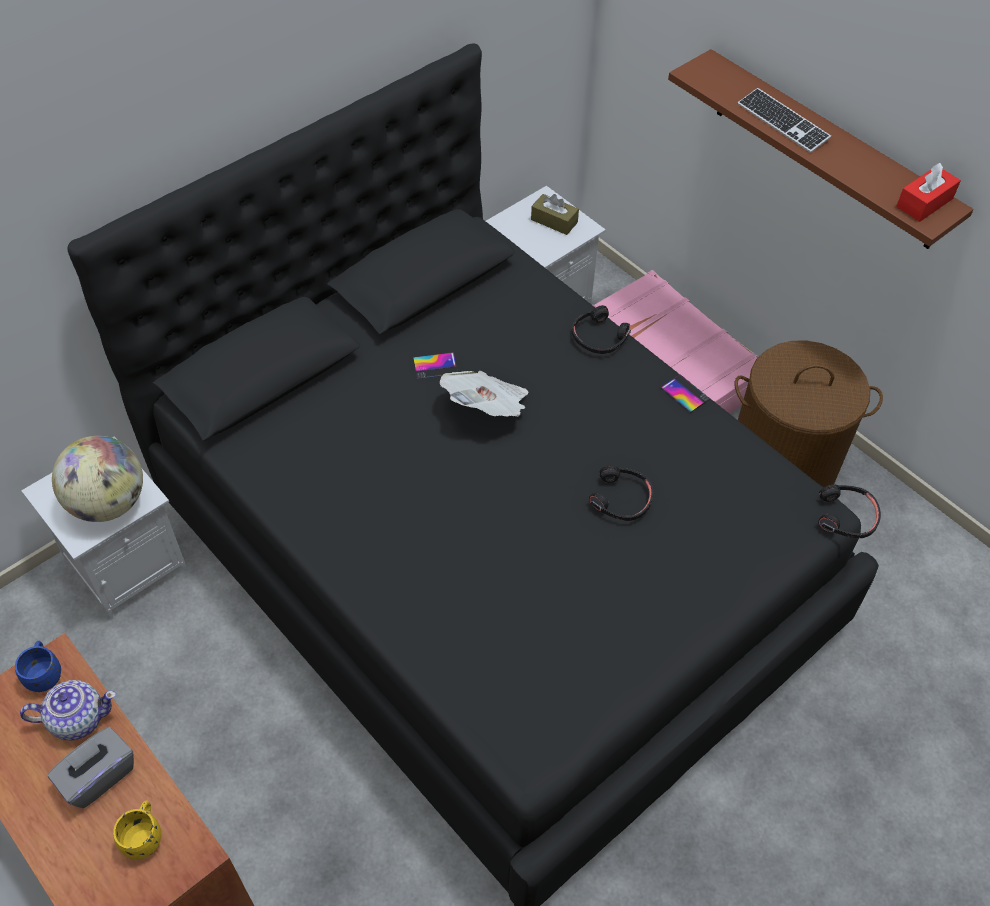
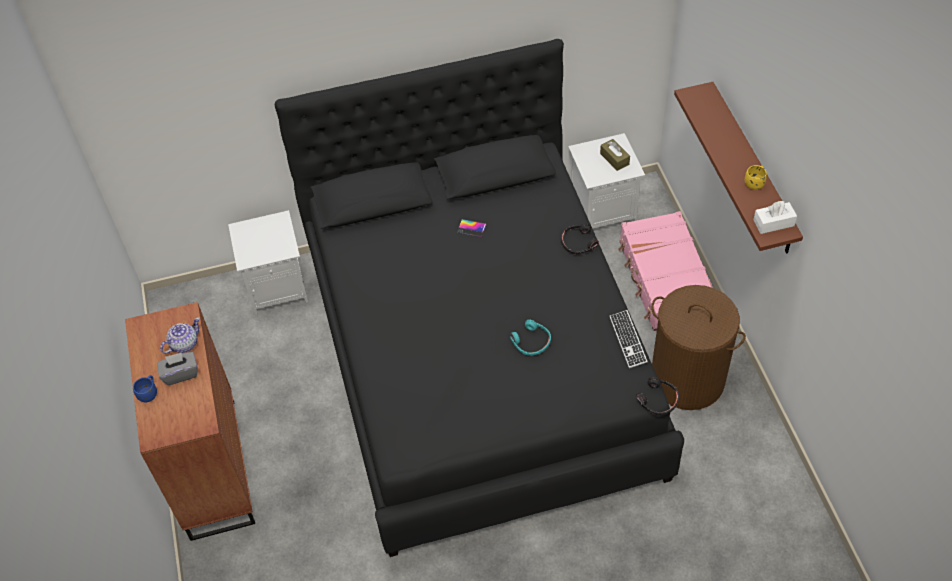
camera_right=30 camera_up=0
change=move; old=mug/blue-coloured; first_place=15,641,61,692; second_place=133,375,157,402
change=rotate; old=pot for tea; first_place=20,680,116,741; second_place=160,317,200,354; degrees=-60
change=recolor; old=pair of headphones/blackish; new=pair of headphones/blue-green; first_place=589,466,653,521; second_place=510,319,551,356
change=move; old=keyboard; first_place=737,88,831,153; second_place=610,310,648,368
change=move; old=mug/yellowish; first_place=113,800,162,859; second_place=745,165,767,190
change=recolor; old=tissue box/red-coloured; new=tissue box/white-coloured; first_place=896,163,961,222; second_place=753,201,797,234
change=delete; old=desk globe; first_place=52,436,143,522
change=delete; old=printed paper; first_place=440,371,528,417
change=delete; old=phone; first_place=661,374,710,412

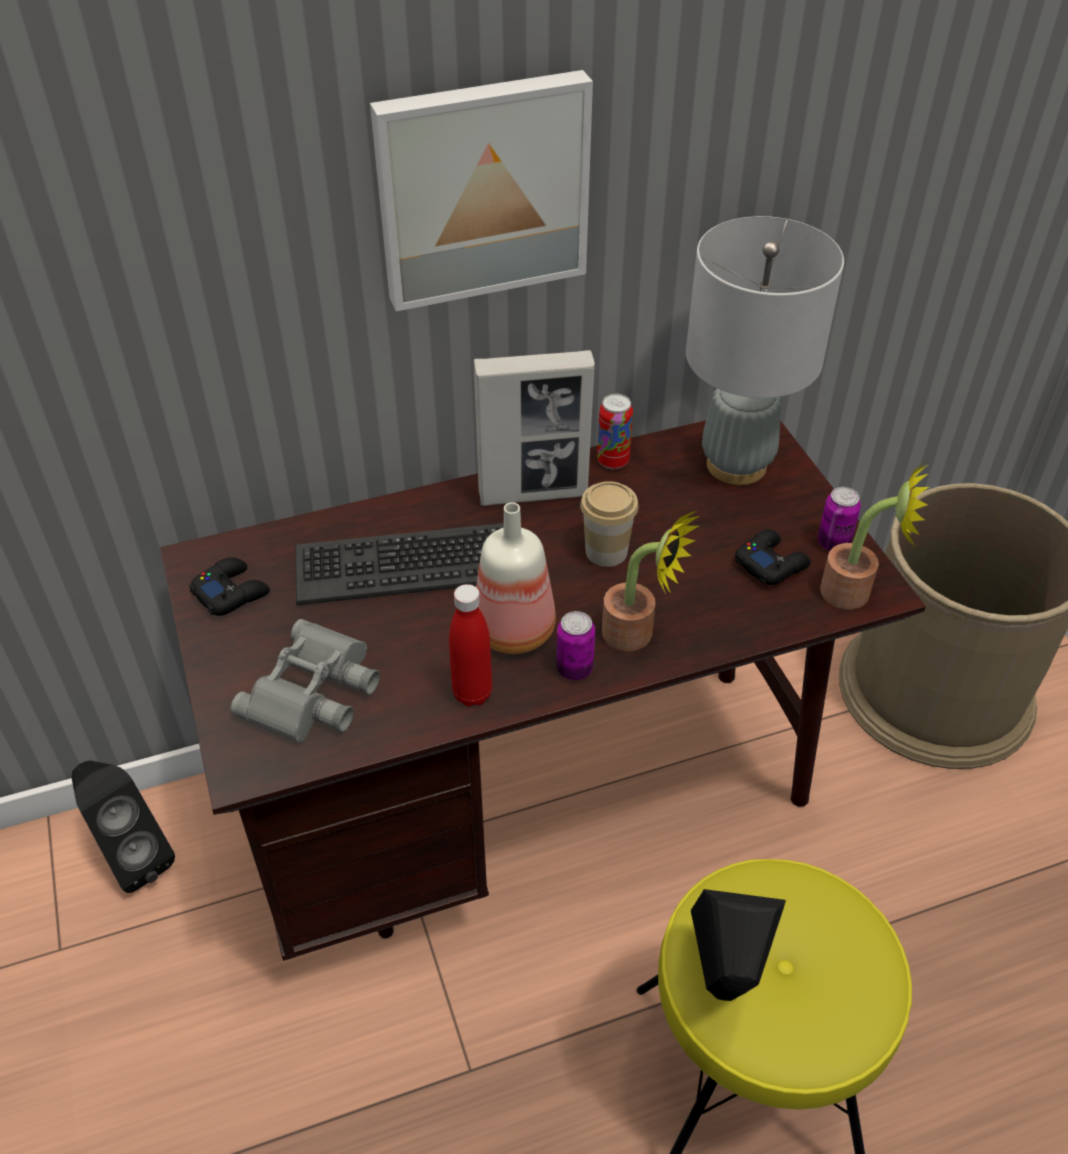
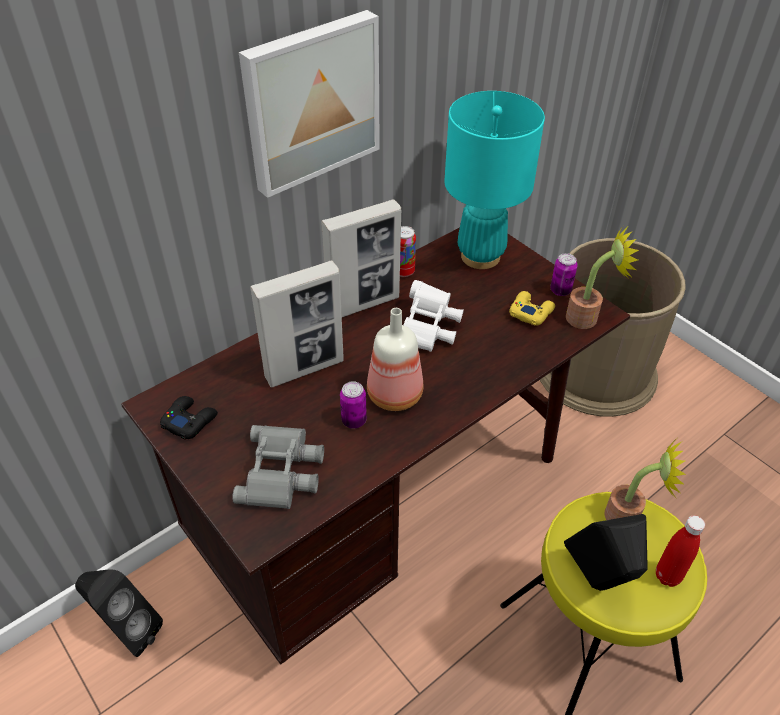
camera_right=-20 camera_up=0
change=replace; old=keyboard; new=standing frame; first_place=295,523,504,605; second_place=250,260,344,387
change=move; old=can; first_place=556,611,595,680; second_place=340,381,367,429
change=replace; old=cup; new=binoculars/white-coloured; first_place=580,481,639,567; second_place=404,280,464,352
change=recolor; old=table lamp/gray; new=table lamp/blue-green; first_place=686,216,844,485; second_place=444,91,545,269
change=recolor; old=game controller/blackish; new=game controller/yellowish; first_place=735,529,811,585; second_place=509,291,555,326
change=move; old=plant in a pot; first_place=602,510,700,651; second_place=604,442,686,520
change=move; old=beverage bottle/red-coloured; first_place=449,584,492,707; second_place=656,515,705,587

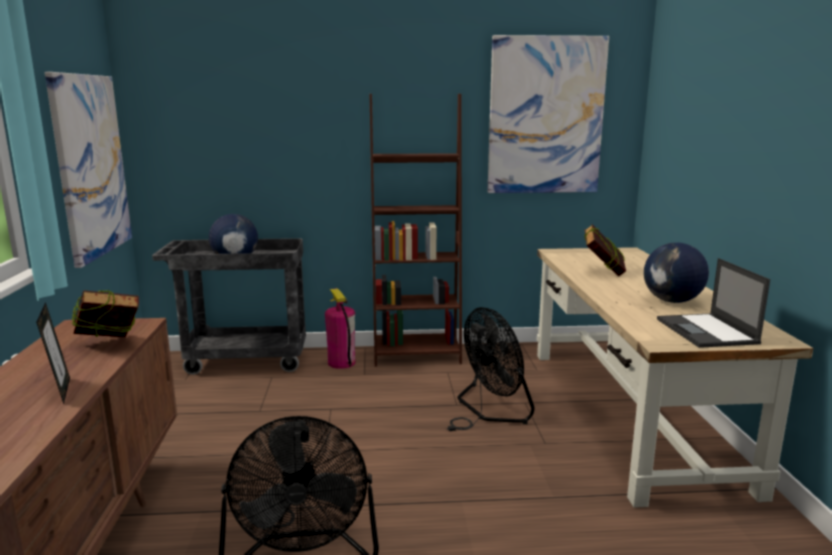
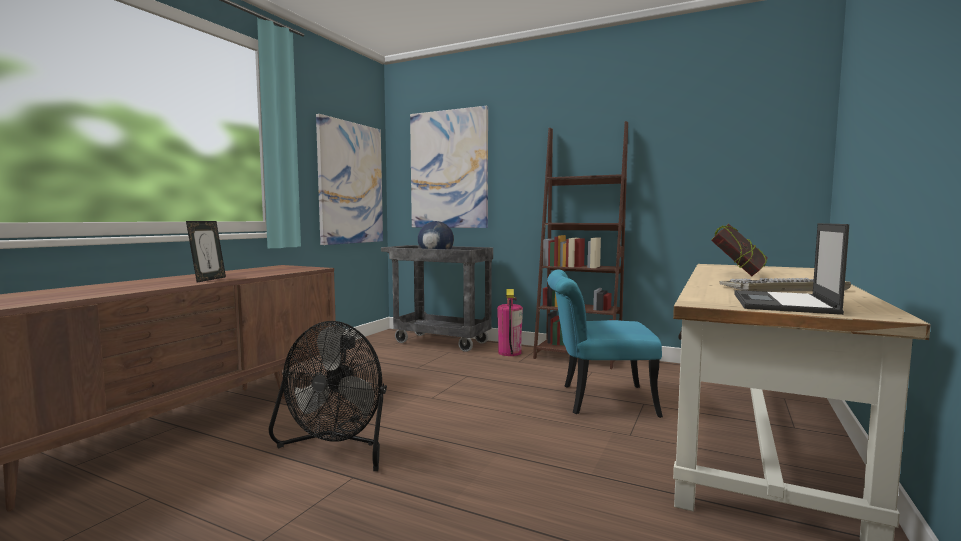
camera_right=30 camera_up=-10
change=move; old=picture; first_place=487,35,609,193; second_place=410,106,488,228
change=replace; old=cooling fan/blackish; new=plain chair/blue-green; first_place=447,307,534,431; second_place=547,269,663,418
change=replace; old=desk globe; new=keyboard; first_place=644,242,709,303; second_place=720,278,851,292
change=delete; old=book; first_place=72,290,139,337

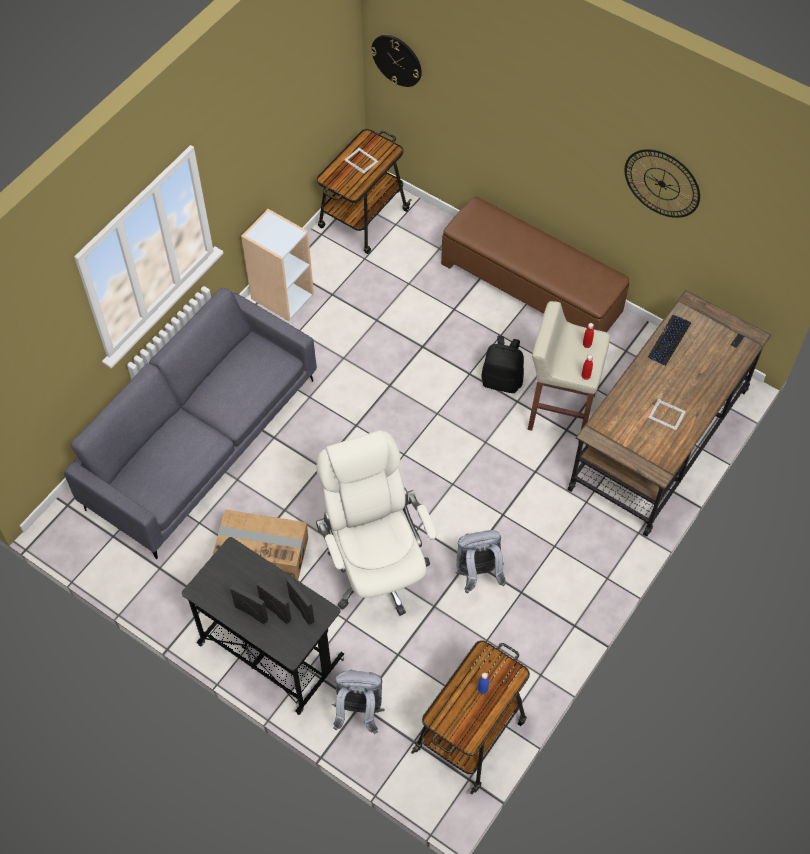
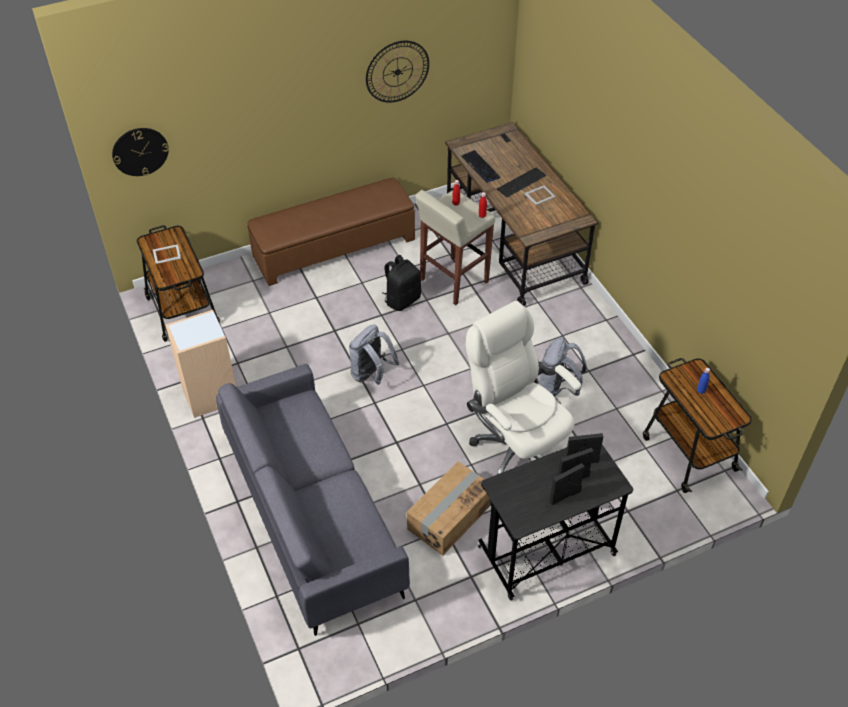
camera_right=-60 camera_up=-10
change=move; old=knapsack/gray; first_place=332,669,385,734; second_place=349,325,399,385
change=rotate; old=computer chair/white-coloured; first_place=316,430,437,616; second_place=466,301,581,474; degrees=45
change=insert; new=keyboard; second_place=497,168,546,197

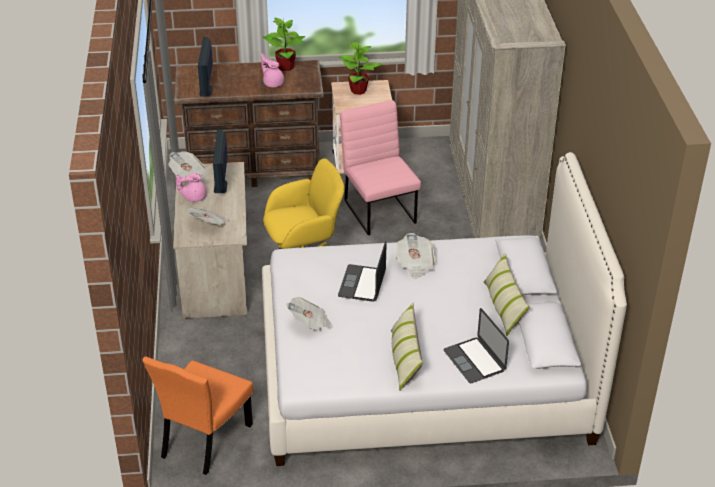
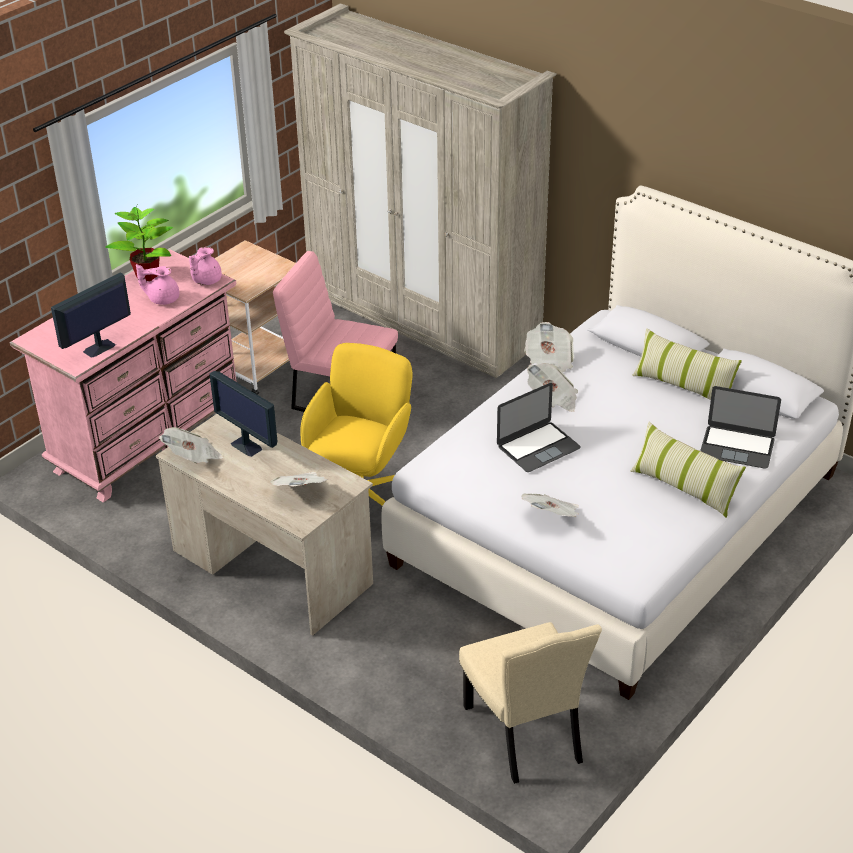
camera_right=-45 camera_up=0
change=recolor; old=chest of drawers/brown; new=chest of drawers/pink-coloured; first_place=174,60,324,187; second_place=9,250,236,502
change=rotate; old=monitor; first_place=198,37,213,97; second_place=51,272,131,358; degrees=90
change=move; old=pot for tea/pink-coloured; first_place=176,173,207,202; second_place=189,247,222,285
change=recolor; old=plain chair/orange-coloured; new=plain chair/beige-coloured; first_place=142,357,254,475; second_place=459,622,602,784
change=rotate; old=portable computer; first_place=338,241,387,302; second_place=497,383,581,472; degrees=-90
change=insert; new=printed paper; second_place=524,322,574,372
change=delete; old=plant in a pot; first_place=338,41,383,95

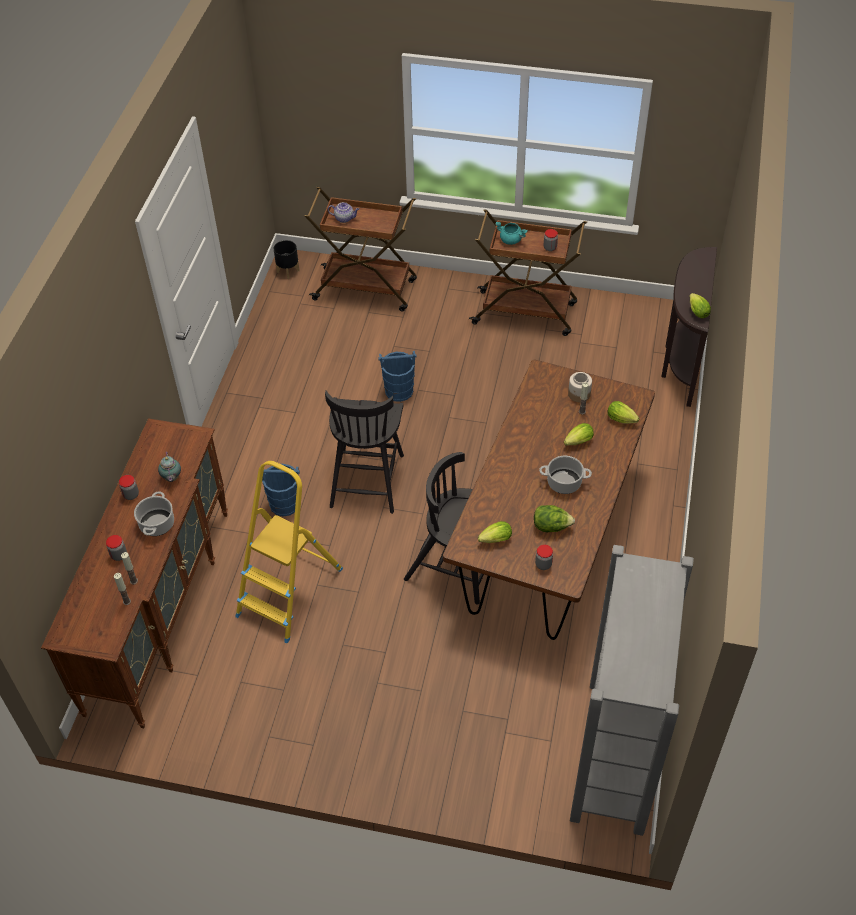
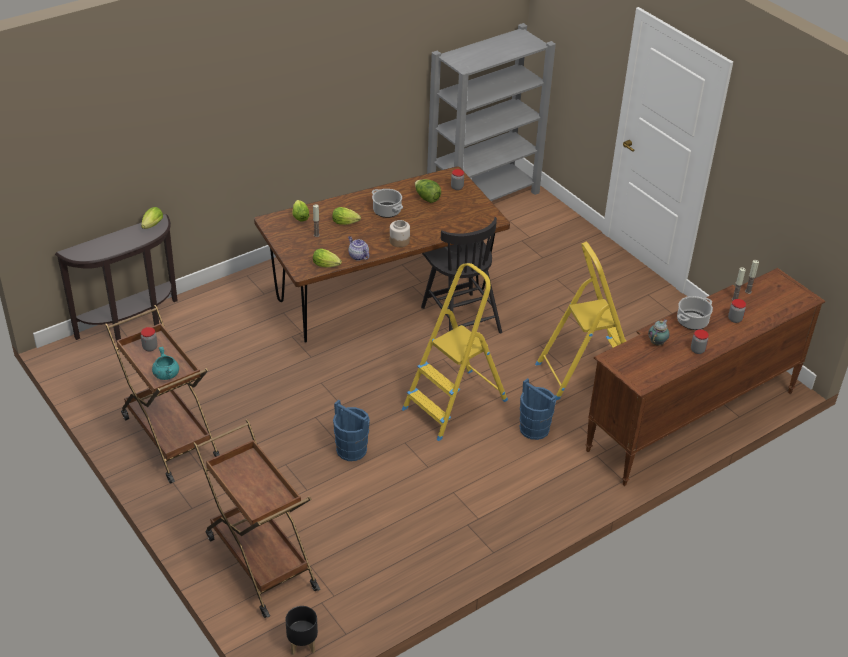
camera_right=-140 camera_up=-10
change=move; old=head of lettuce; first_place=478,521,512,543; second_place=313,248,342,268
change=move; old=pot for tea; first_place=328,202,359,223; second_place=348,236,369,261
change=move; old=preserve jar; first_place=568,372,592,402; second_place=390,220,410,247
change=replace; old=plain chair/blackish; new=step stool/yellowish; first_place=325,391,404,514; second_place=402,263,508,441

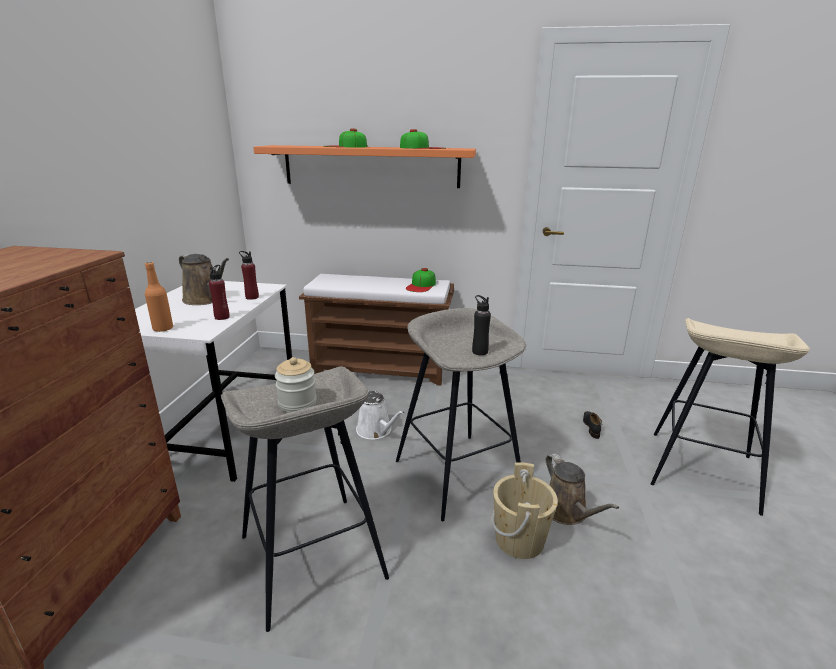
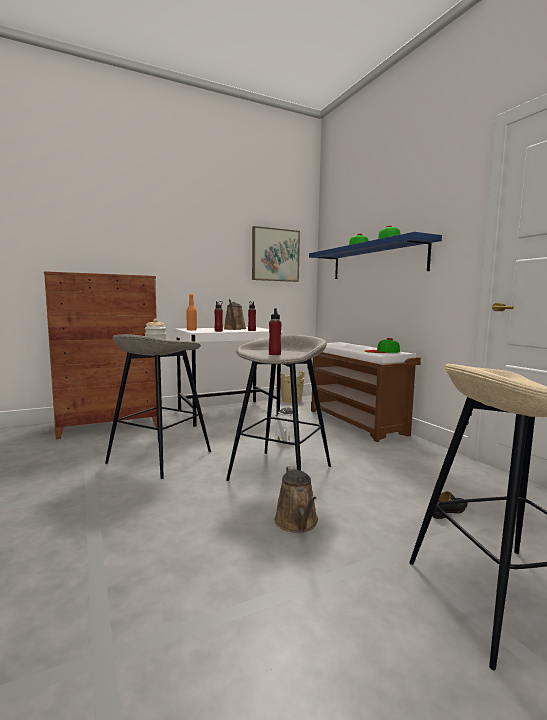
camera_right=55 camera_up=-15
change=insert; new=picture; second_place=252,226,300,282
change=recolor; old=beverage bottle/blackish; new=beverage bottle/red-coloured; first_place=472,295,491,355; second_place=269,308,282,355
change=rotate; old=watering pot/brown; first_place=546,453,619,525; second_place=274,466,318,533; degrees=-45
change=move; old=water bucket/beige-coloured; first_place=491,462,558,559; second_place=280,371,305,403
change=recolor; old=wall shelf/orange-coloured; new=wall shelf/blue-coloured; first_place=253,145,476,188; second_place=309,232,442,279

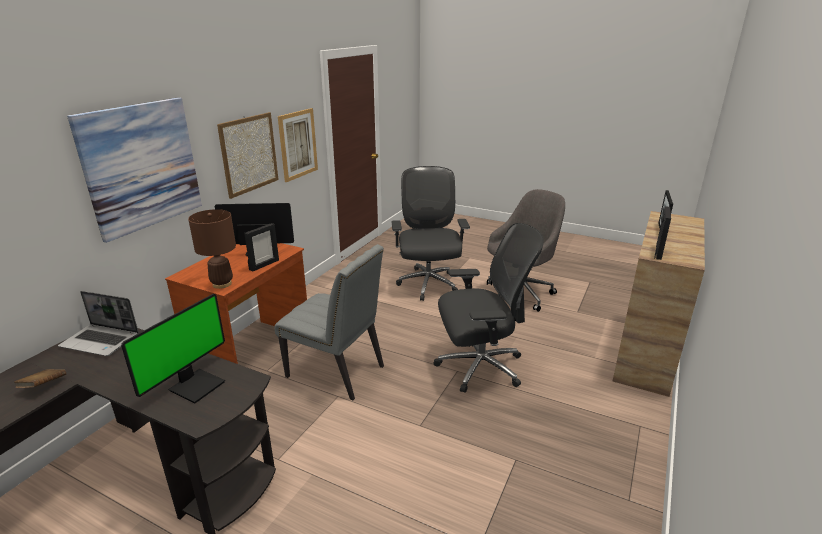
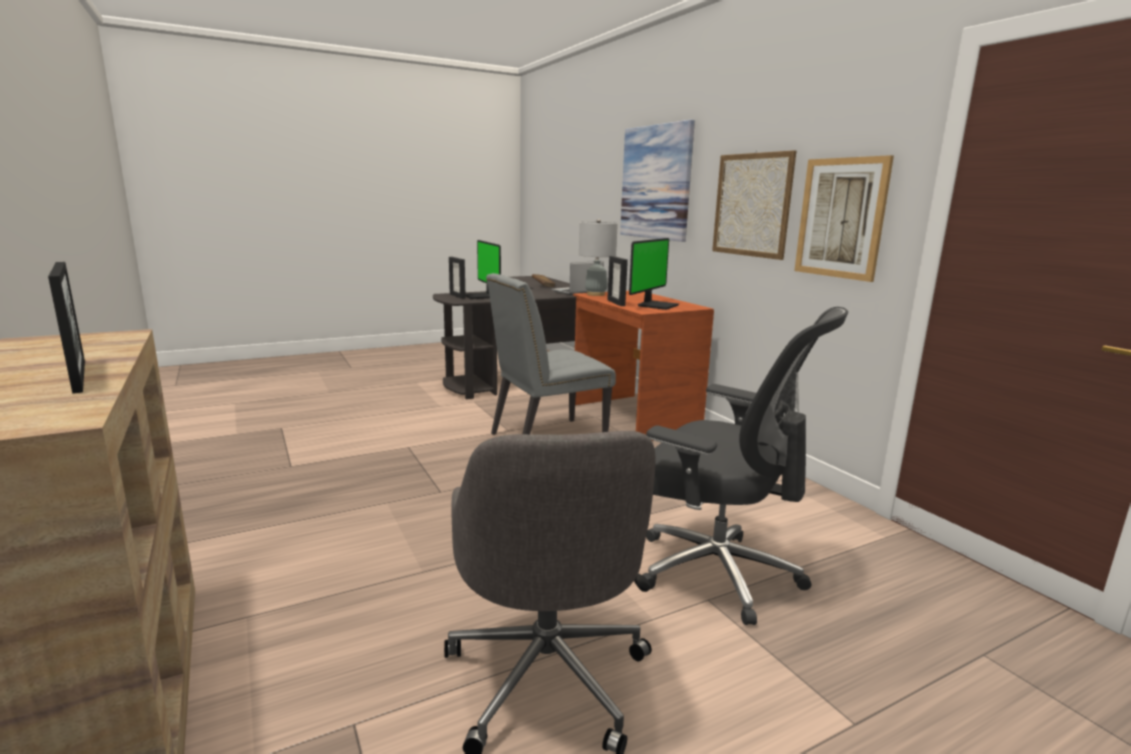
camera_right=125 camera_up=-10
change=move; old=standing frame; first_place=654,206,671,260; second_place=449,257,466,299
change=recolor; old=table lamp/brown; new=table lamp/gray; first_place=188,209,236,289; second_place=579,219,618,296
change=delete; old=computer chair; first_place=433,223,544,393

